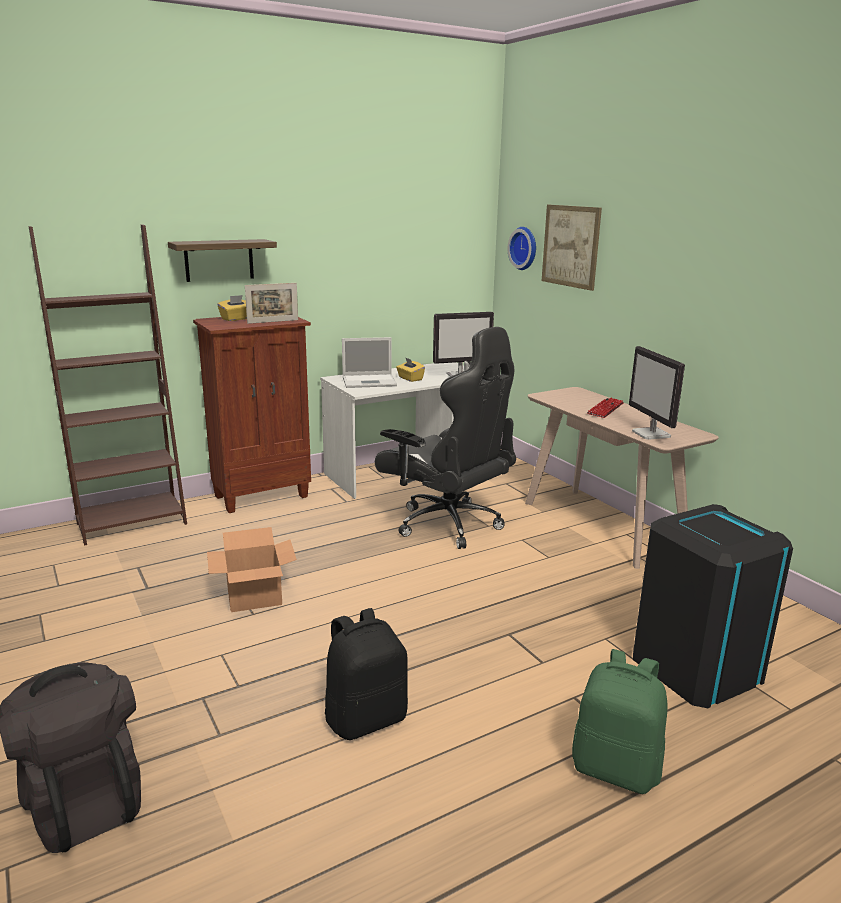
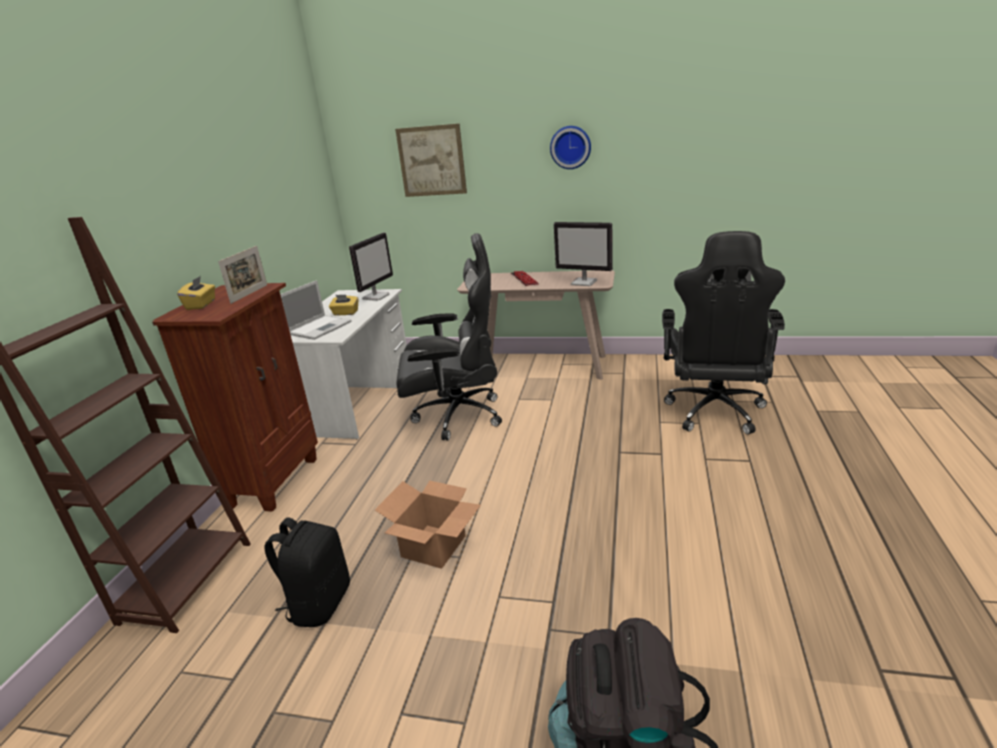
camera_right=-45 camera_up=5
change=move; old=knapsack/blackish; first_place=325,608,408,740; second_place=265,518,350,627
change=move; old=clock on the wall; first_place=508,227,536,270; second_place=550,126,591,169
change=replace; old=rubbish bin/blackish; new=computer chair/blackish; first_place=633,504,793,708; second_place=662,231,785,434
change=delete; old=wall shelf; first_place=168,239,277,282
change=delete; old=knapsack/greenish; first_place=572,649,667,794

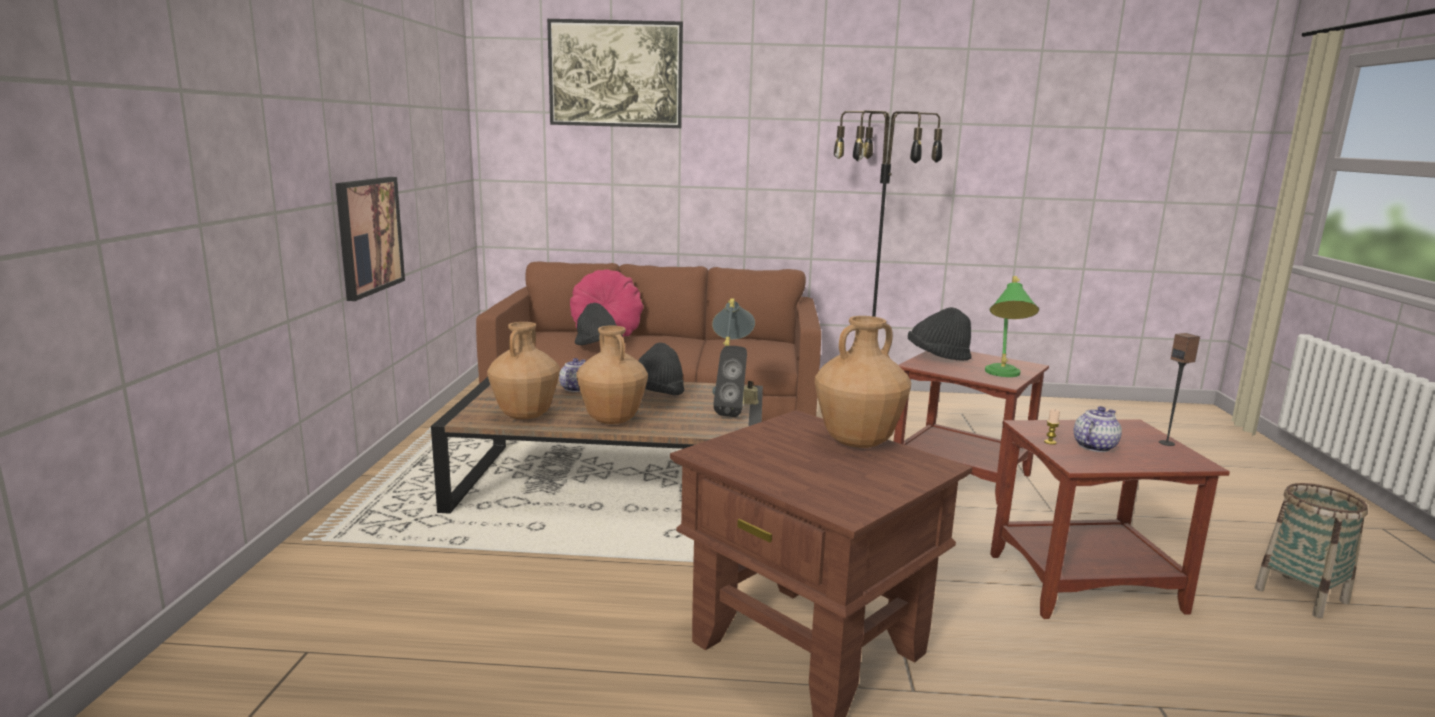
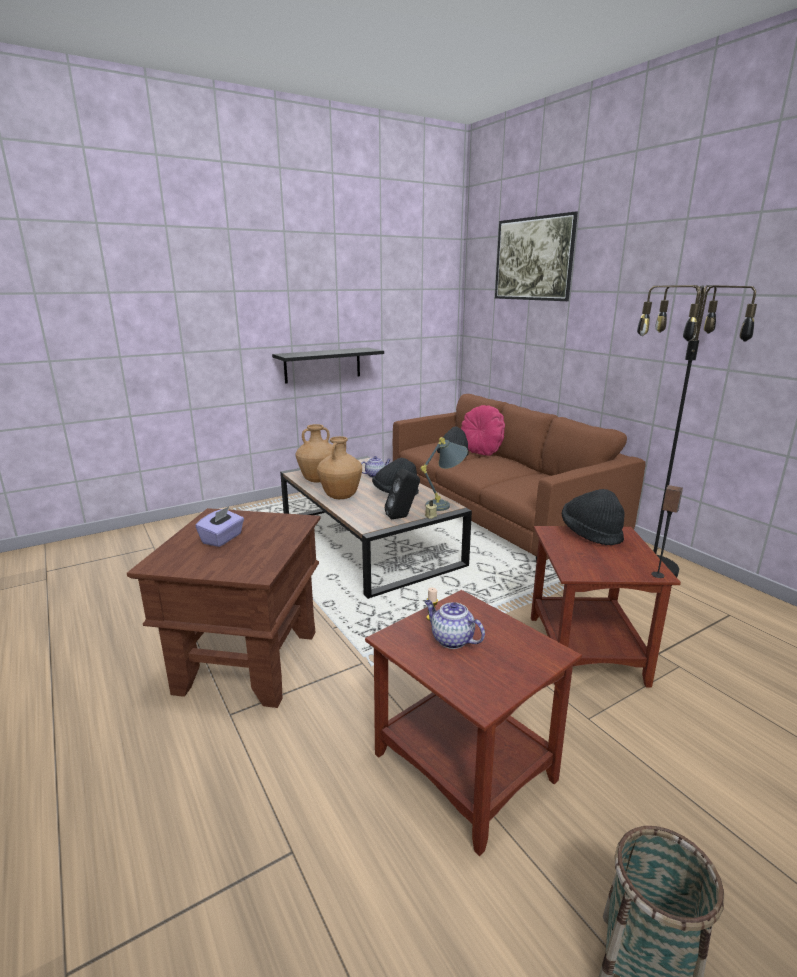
camera_right=55 camera_up=5
change=insert; new=tissue box/purple-coloured; second_place=195,506,244,547
change=replace; old=picture; new=wall shelf/blackish; first_place=335,177,405,301; second_place=272,347,384,384
change=rotate; old=pot for tea; first_place=1074,406,1122,452; second_place=424,600,485,649; degrees=-150
change=move; old=audio speaker; first_place=1159,333,1200,446; second_place=651,485,683,578
change=delete; old=decorative vase/brown; first_place=815,316,912,448
change=delete; old=table lamp/greenish; first_place=985,276,1039,377

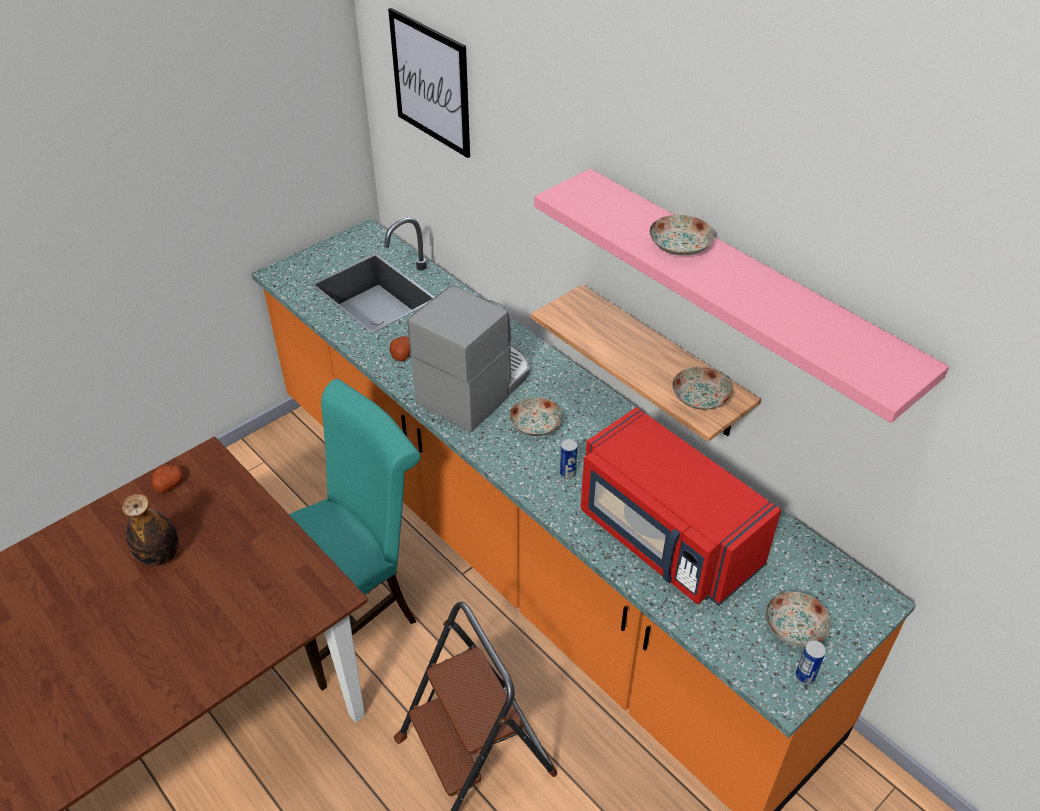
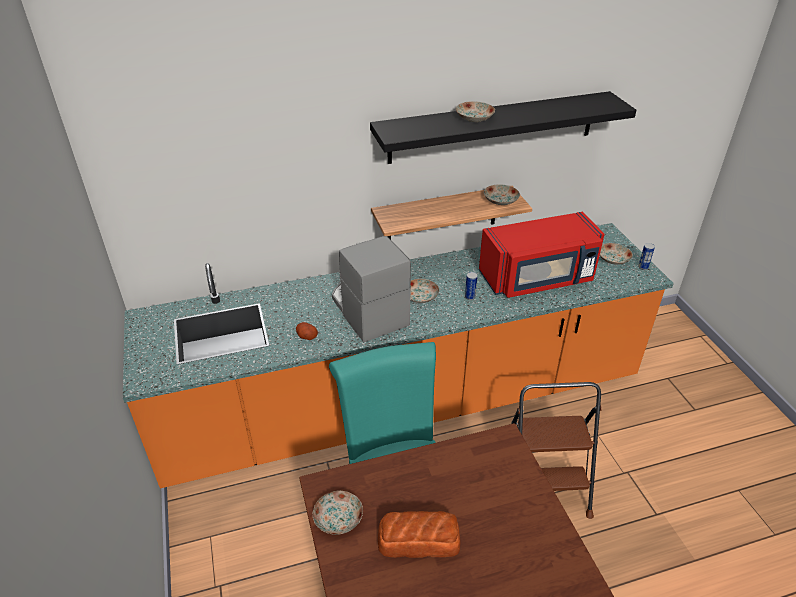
camera_right=-65 camera_up=-5
change=replace; old=spud; new=plate; first_place=151,465,183,493; second_place=313,491,363,535
change=recolor; old=wall shelf/pink-coloured; new=wall shelf/blackish; first_place=534,169,949,423; second_place=370,91,637,164
change=replace; old=beverage bottle; new=bread; first_place=122,494,179,566; second_place=378,511,461,558
change=delete; old=picture; first_place=388,8,470,158

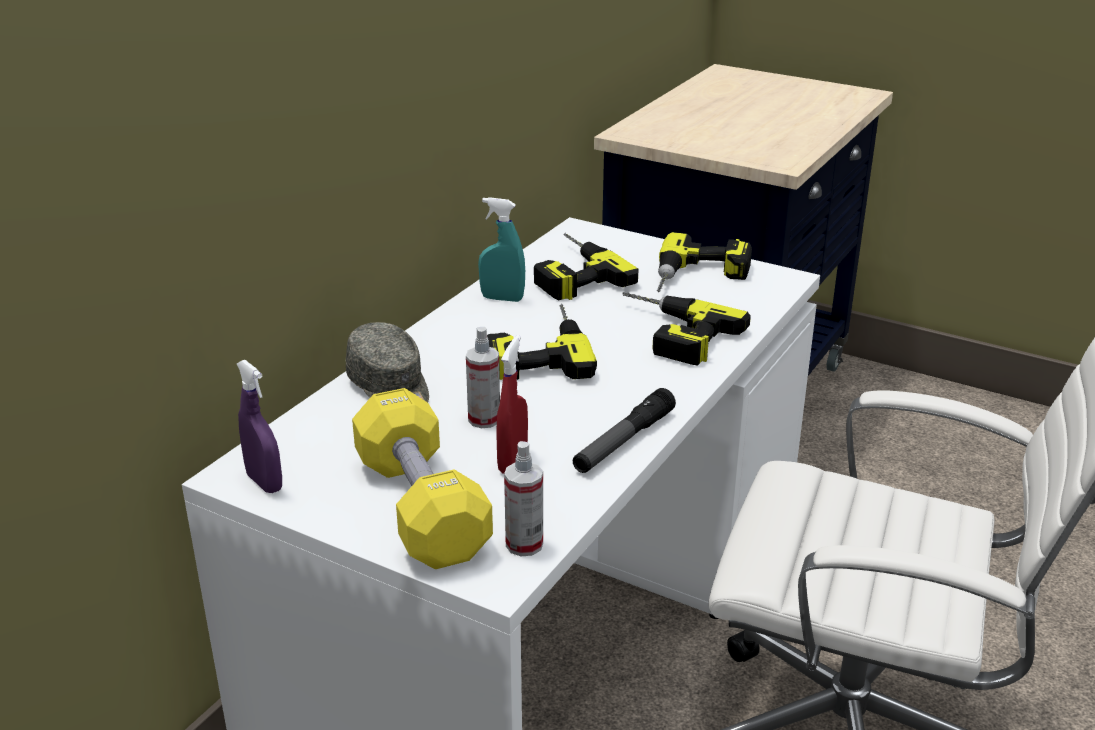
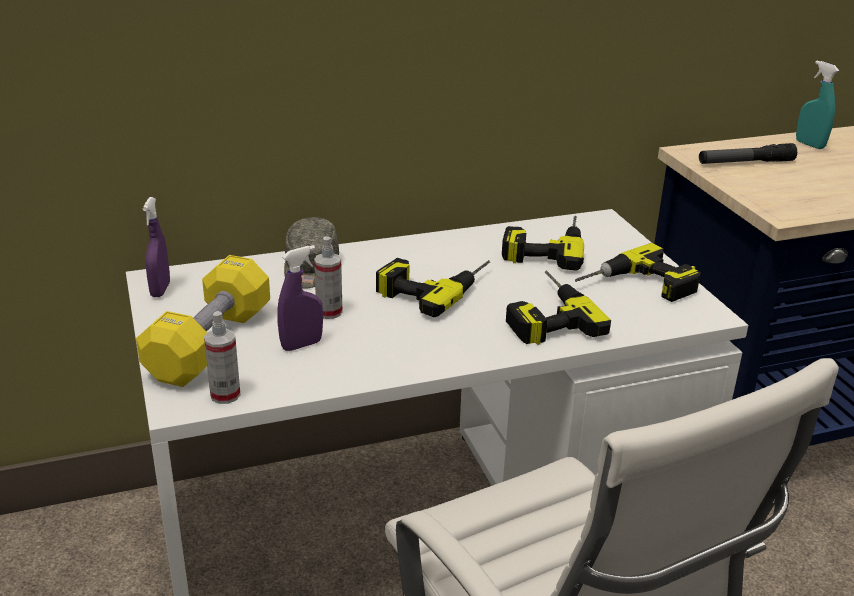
camera_right=40 camera_up=0
change=recolor; old=hand sprayer/red-coloured; new=hand sprayer/purple-coloured; first_place=496,335,528,474; second_place=277,245,323,351
change=move; old=torch; first_place=573,388,676,473; second_place=699,143,797,164
change=move; old=hand sprayer/blue-green; first_place=478,197,525,302; second_place=796,61,839,149

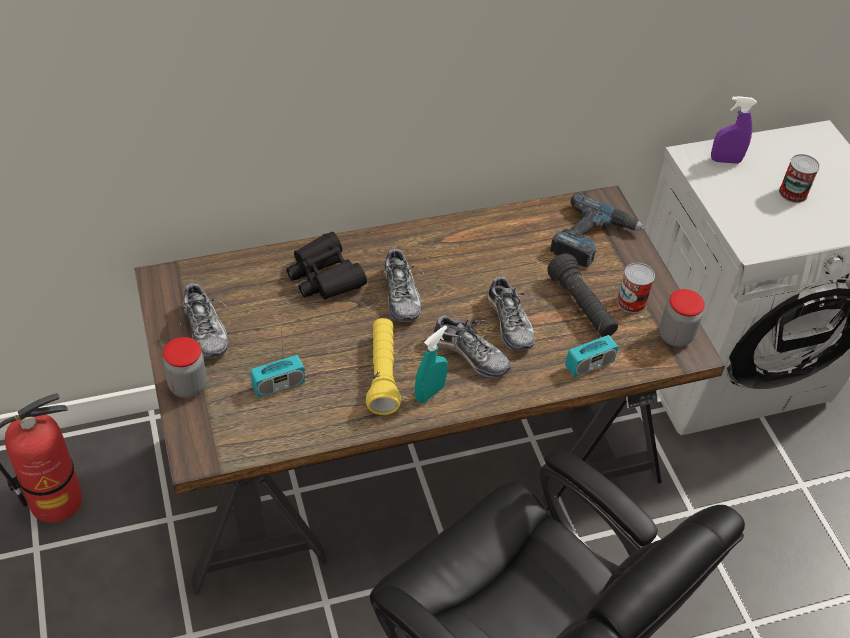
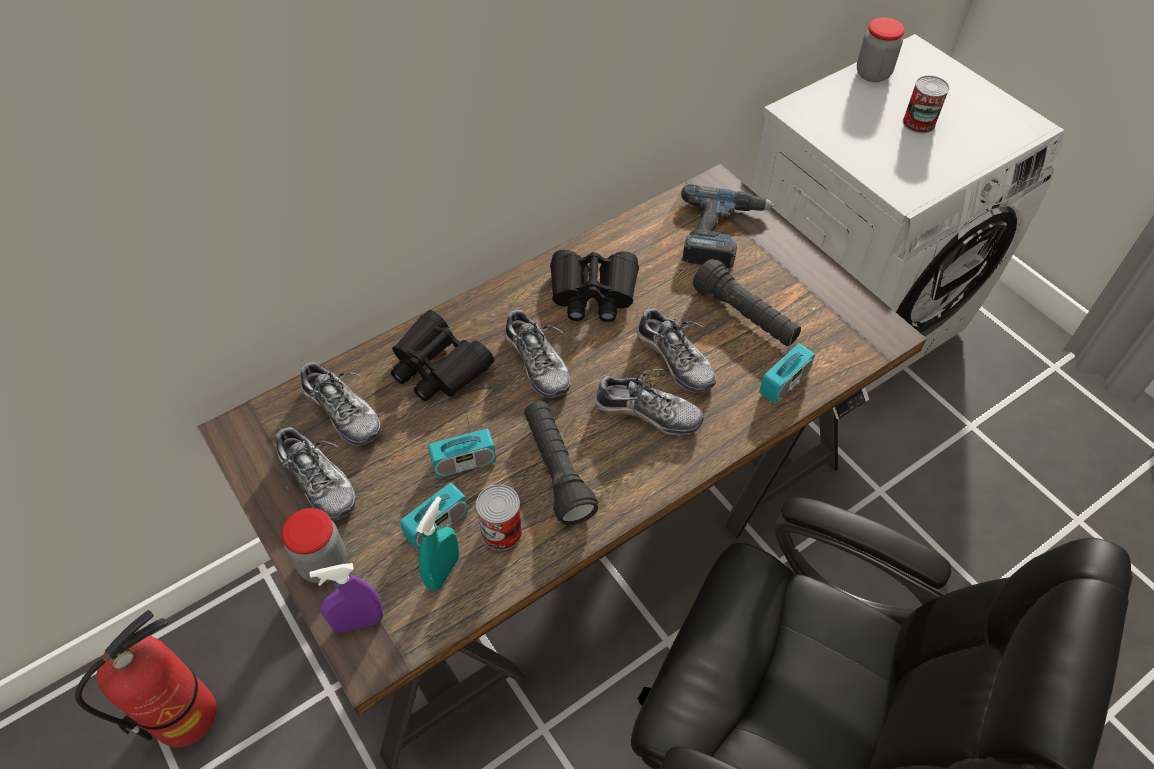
camera_right=-15 camera_up=5
change=insert; new=item of footwear; second_place=300,360,381,446
change=move; old=hand sprayer/purple-coloured; first_place=711,96,757,164; second_place=309,563,383,633
change=move; old=hand sprayer/blue-green; first_place=415,325,448,403; second_place=416,496,459,591
change=insert; new=radio set; second_place=428,399,496,478
change=move; old=can; first_place=617,263,655,313; second_place=476,484,522,550
change=recolor; old=torch/yellowish; new=torch/blackish; first_place=366,318,401,415; second_place=524,401,598,525
change=insert; new=binoculars/blackish; second_place=550,250,639,322
change=move; old=preserve jar; first_place=659,289,705,347; second_place=857,18,905,82

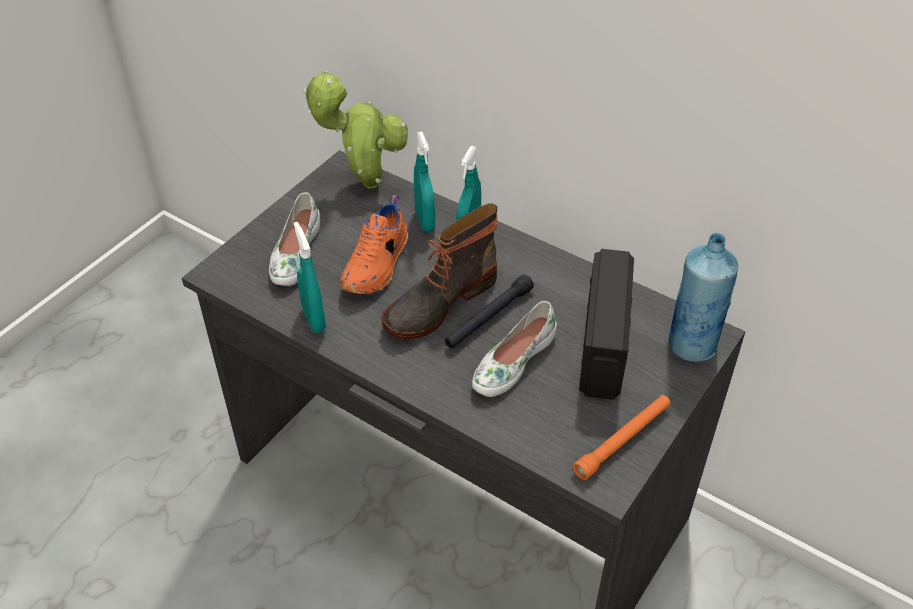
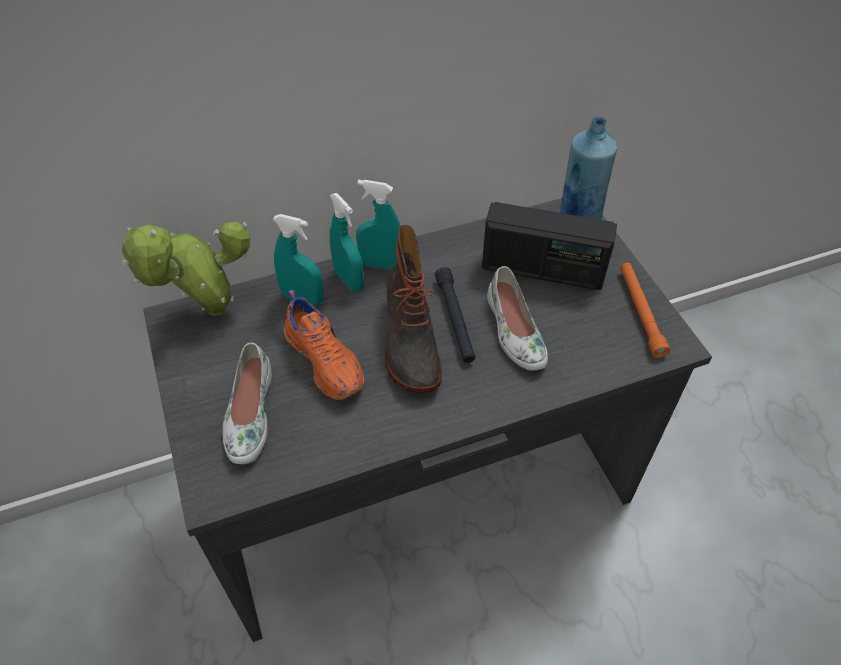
camera_right=-55 camera_up=5
change=rotate; old=item of footwear/white-coloured; first_place=269,192,320,286; second_place=223,343,272,464; degrees=45
change=move; old=hand sprayer/blue-green; first_place=294,222,326,333; second_place=356,180,401,270
change=rotate; old=radio set; first_place=579,249,634,400; second_place=482,202,617,290; degrees=150

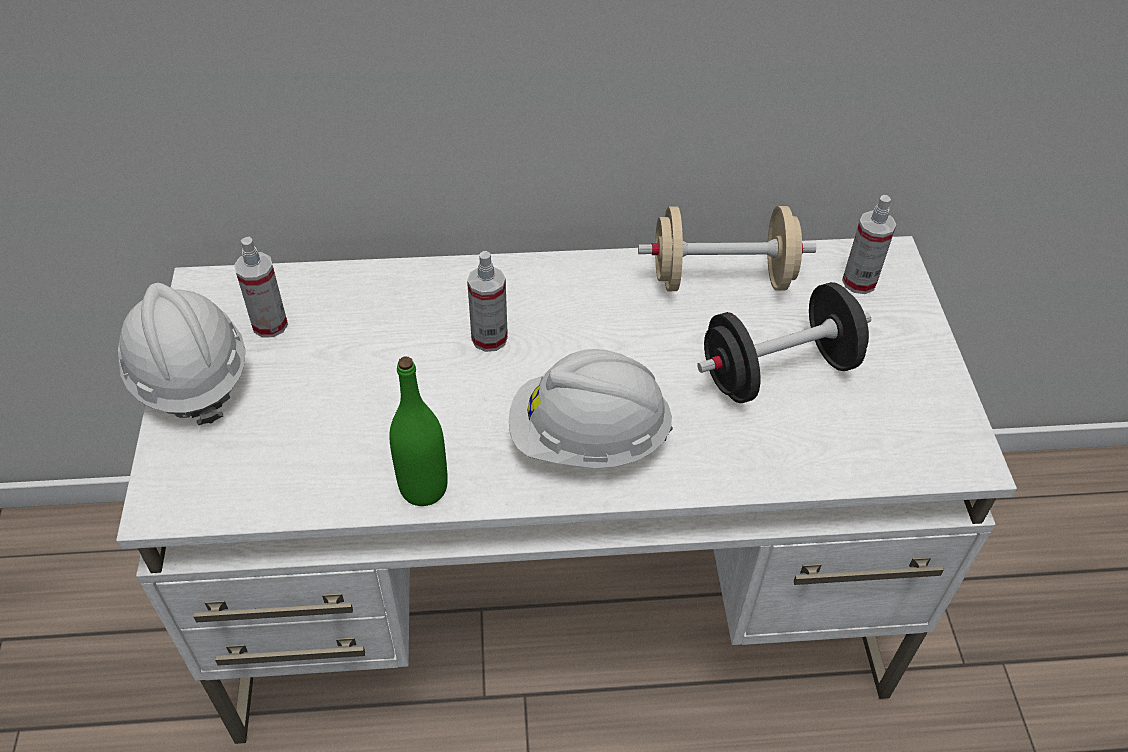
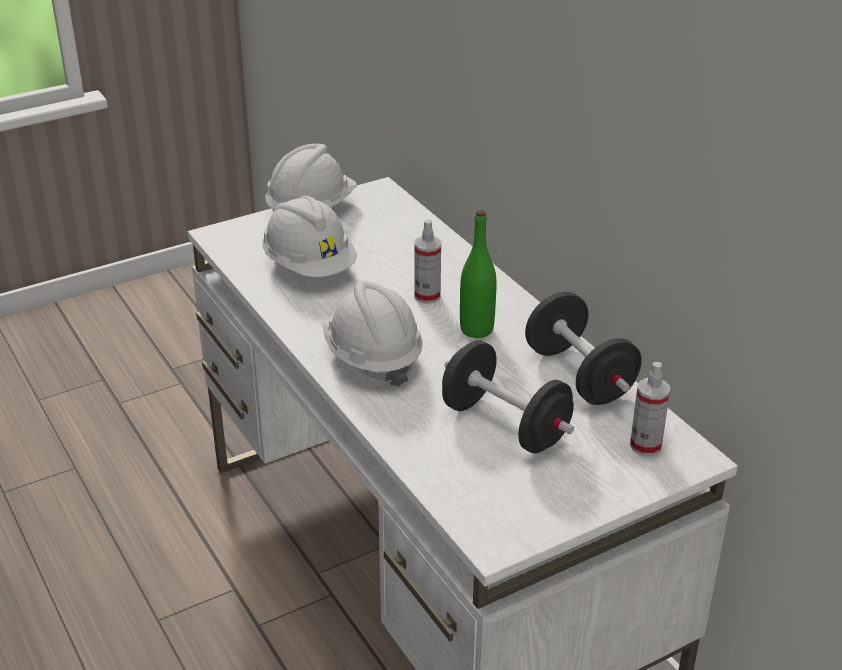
camera_right=65 camera_up=-15
change=insert; new=hard hat/white-coloured; second_place=262,196,357,277
change=move; old=beverage bottle/greenish; first_place=389,356,448,506; second_place=460,210,496,338
change=recolor; old=hand weight/beige-coloured; new=hand weight/blackish; first_place=638,206,816,291; second_place=525,292,642,405
change=delete; old=hand sprayer; first_place=234,237,288,337

